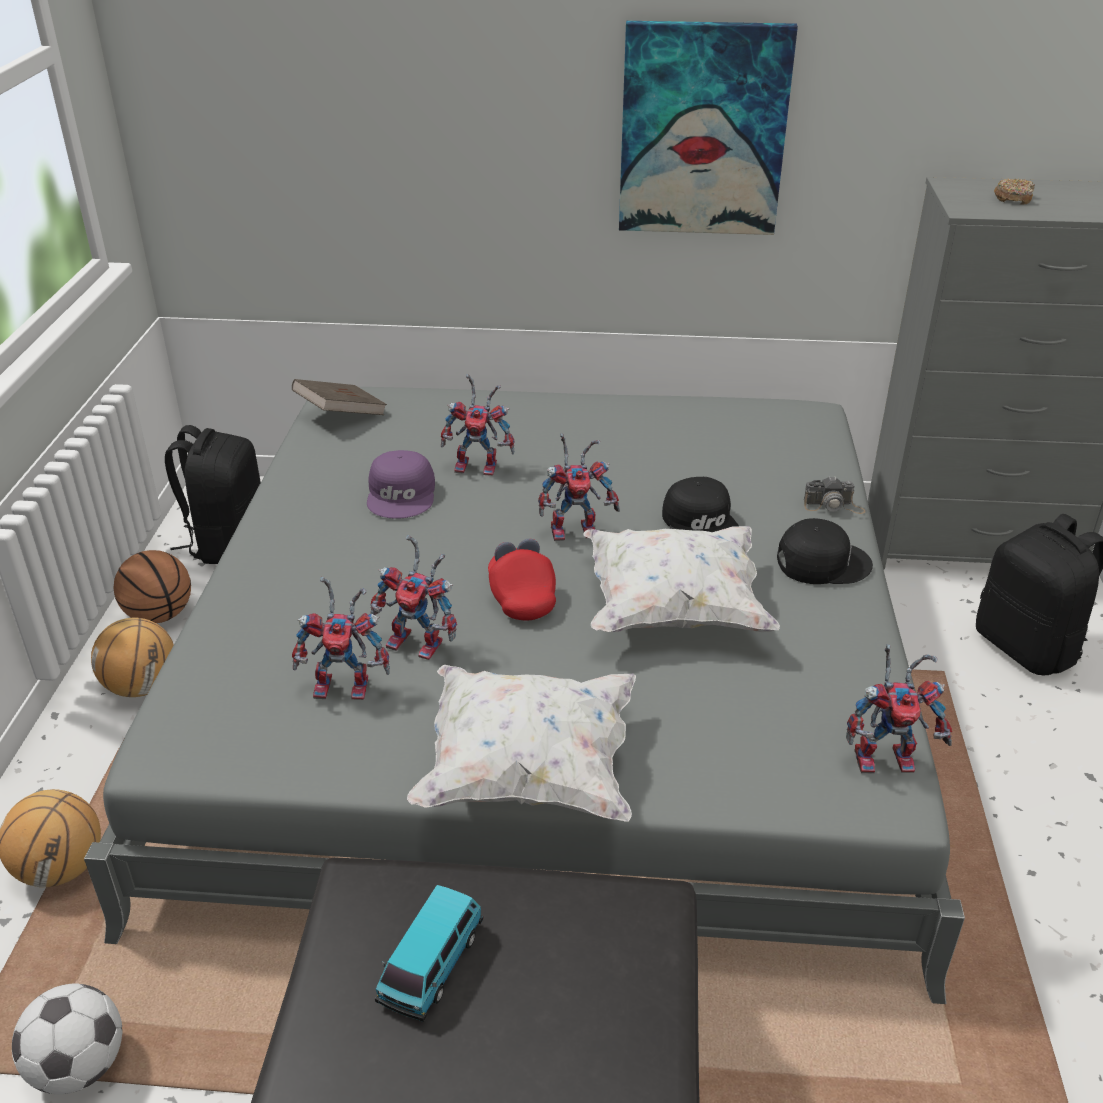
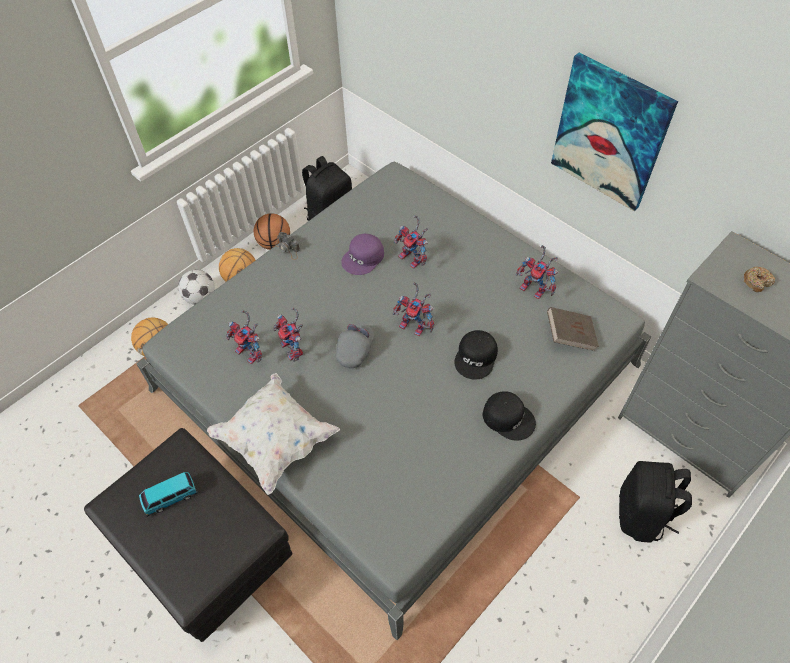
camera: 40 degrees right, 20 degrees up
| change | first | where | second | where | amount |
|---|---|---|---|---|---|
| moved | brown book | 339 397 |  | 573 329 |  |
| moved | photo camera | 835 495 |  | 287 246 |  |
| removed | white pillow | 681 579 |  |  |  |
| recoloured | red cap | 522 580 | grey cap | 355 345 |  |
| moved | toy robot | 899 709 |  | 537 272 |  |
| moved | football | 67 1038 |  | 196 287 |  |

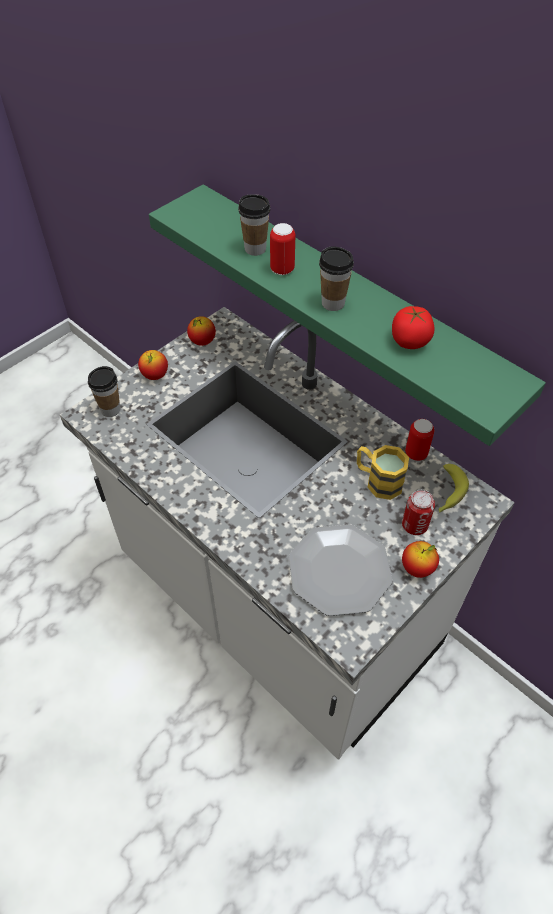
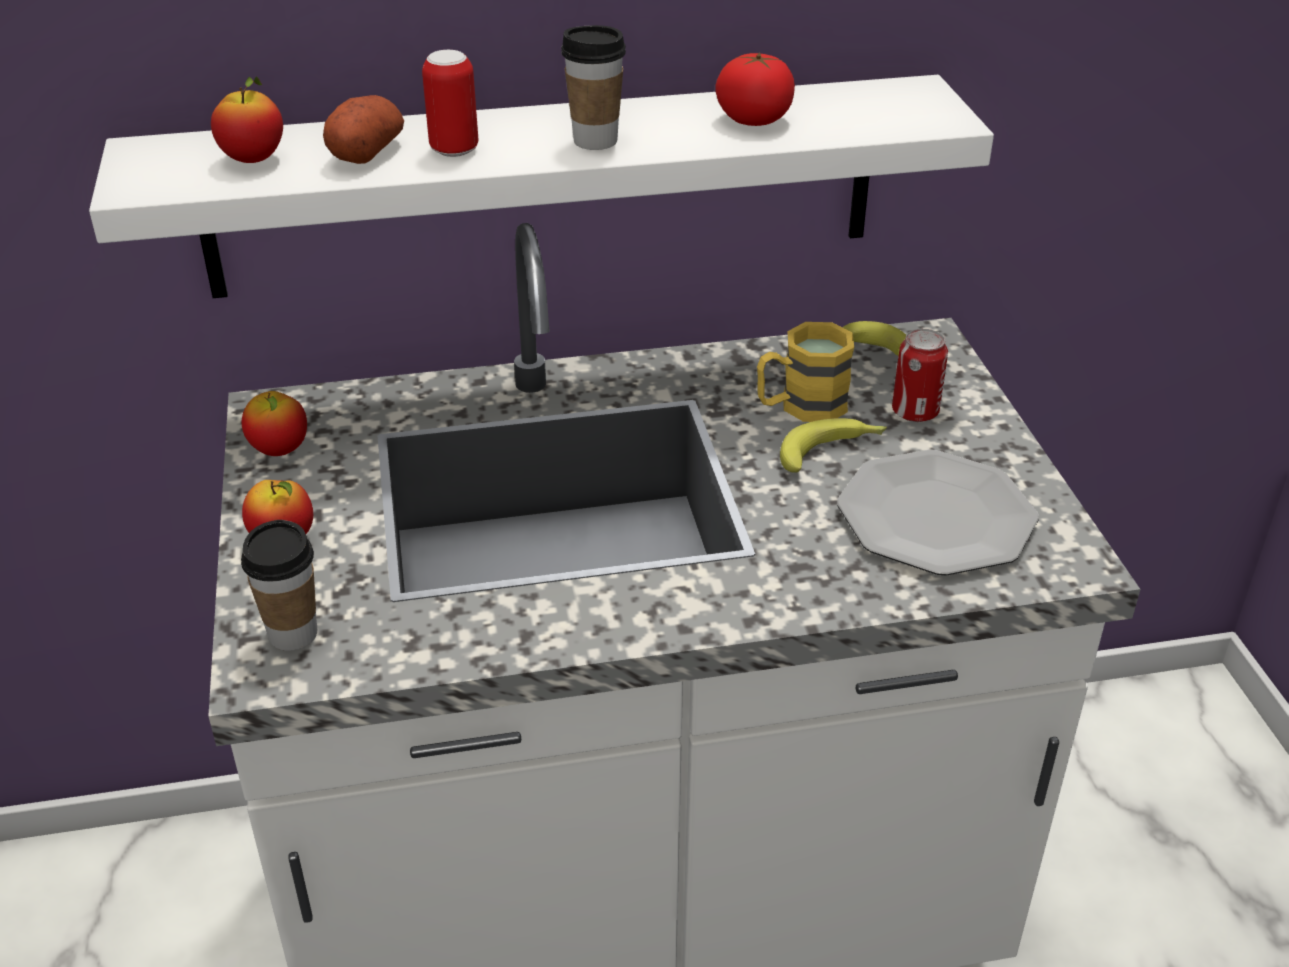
camera: 55 degrees left, 15 degrees down
| change | first | where | second | where | amount |
|---|---|---|---|---|---|
| recoloured | green shelf | 347 315 | white shelf | 541 186 |  |
| replaced | cup | 254 225 | potato | 363 129 |  |
| removed | can | 419 440 |  |  |  |
| moved | apple | 420 559 |  | 247 119 |  |
| added |  |  | banana | 833 445 |  |

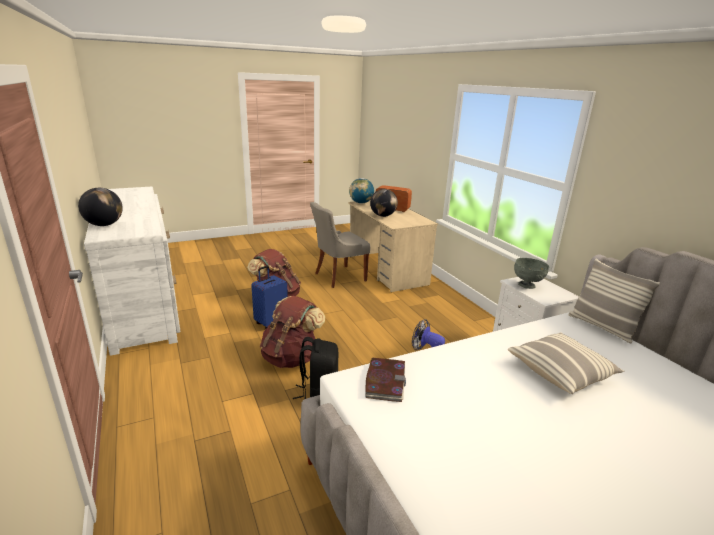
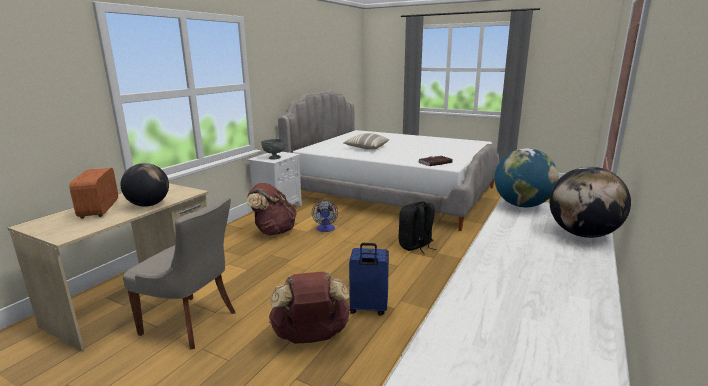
camera: 125 degrees left, 5 degrees down
| change | first | where | second | where | amount |
|---|---|---|---|---|---|
| moved | globe | 361 191 |  | 526 177 |  |
| removed | pillow | 614 301 |  |  |  |
| moved | brown backpack | 292 332 |  | 272 209 |  |

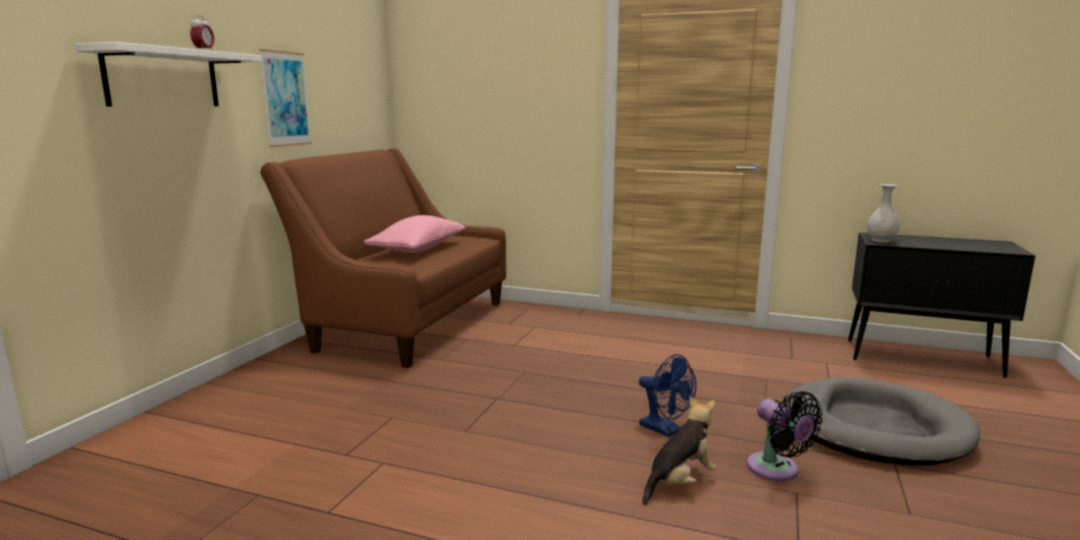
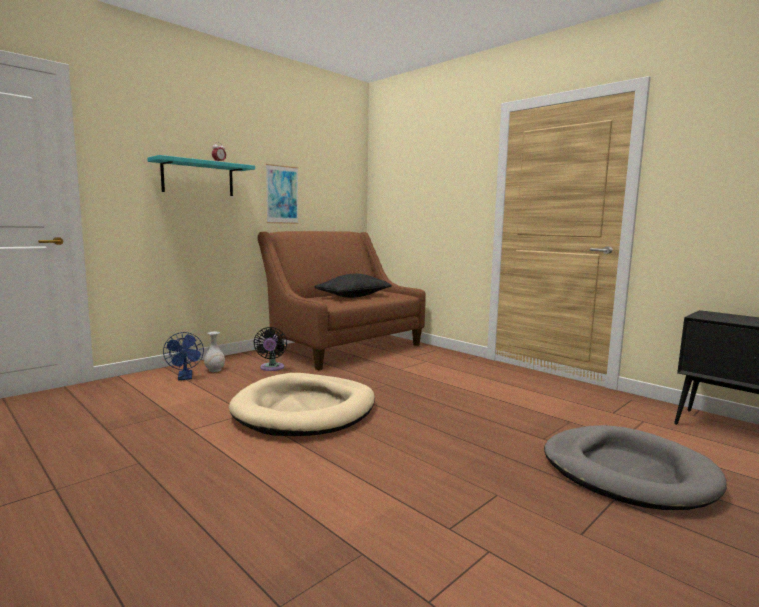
camera: 25 degrees right, 5 degrees down
| change | first | where | second | where | amount |
|---|---|---|---|---|---|
| recoloured | white shelf | 168 74 | turquoise shelf | 201 175 |  |
| moved | white vase | 883 213 |  | 214 352 |  |
| recoloured | pink pillow | 415 234 | black pillow | 353 285 |  |
| moved | blue fan | 667 395 |  | 183 356 |  |
| moved | black fan | 785 436 |  | 270 349 |  |
| removed | plush toy | 679 450 |  |  |  |
| added |  |  | beige dog bed | 302 404 |  |

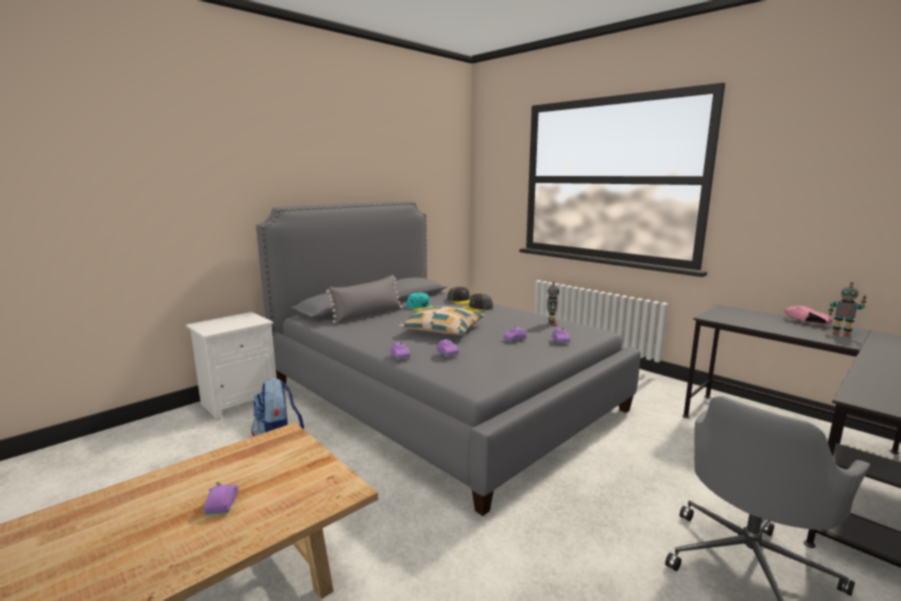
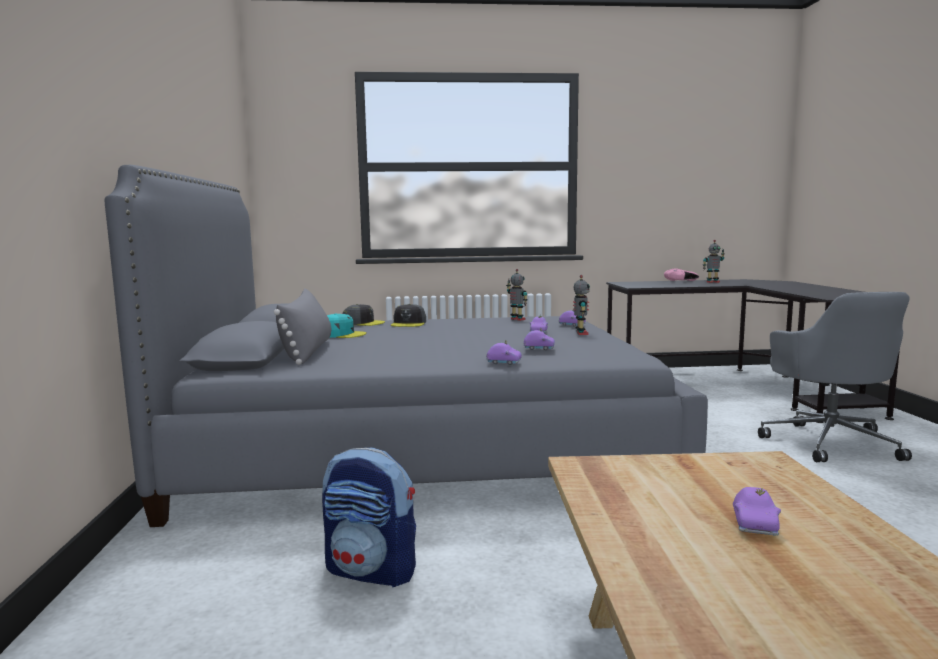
camera: 50 degrees left, 5 degrees down
| change | first | where | second | where | amount |
|---|---|---|---|---|---|
| removed | pillow | 441 320 |  |  |  |
| removed | white nightstand | 231 366 |  |  |  |
| turned | purple toy car | 221 498 |  | 757 511 | 105 degrees counterclockwise |
| added |  |  | toy robot | 581 305 |  |

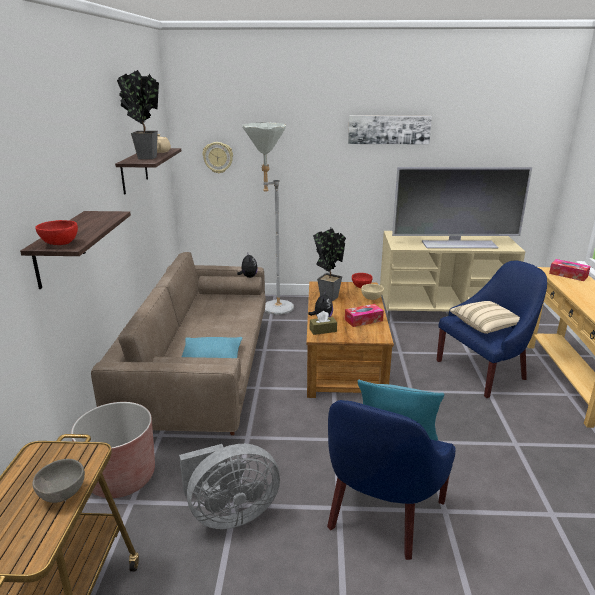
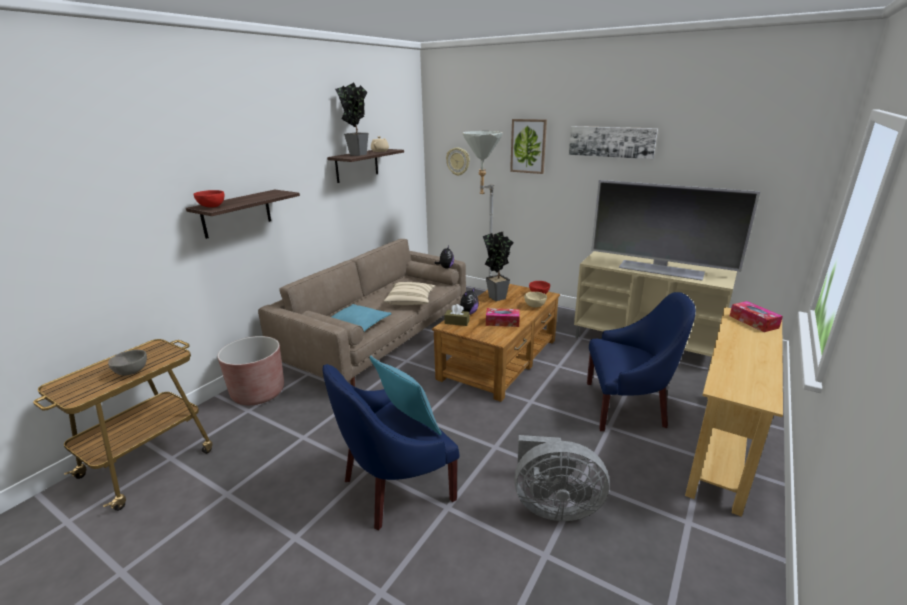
camera: 30 degrees right, 0 degrees up
| change | first | where | second | where | amount |
|---|---|---|---|---|---|
| moved | beige pillow | 485 317 |  | 409 293 |  |
| moved | grey fan | 229 486 |  | 561 478 |  |
| added |  |  | picture | 528 146 |  |

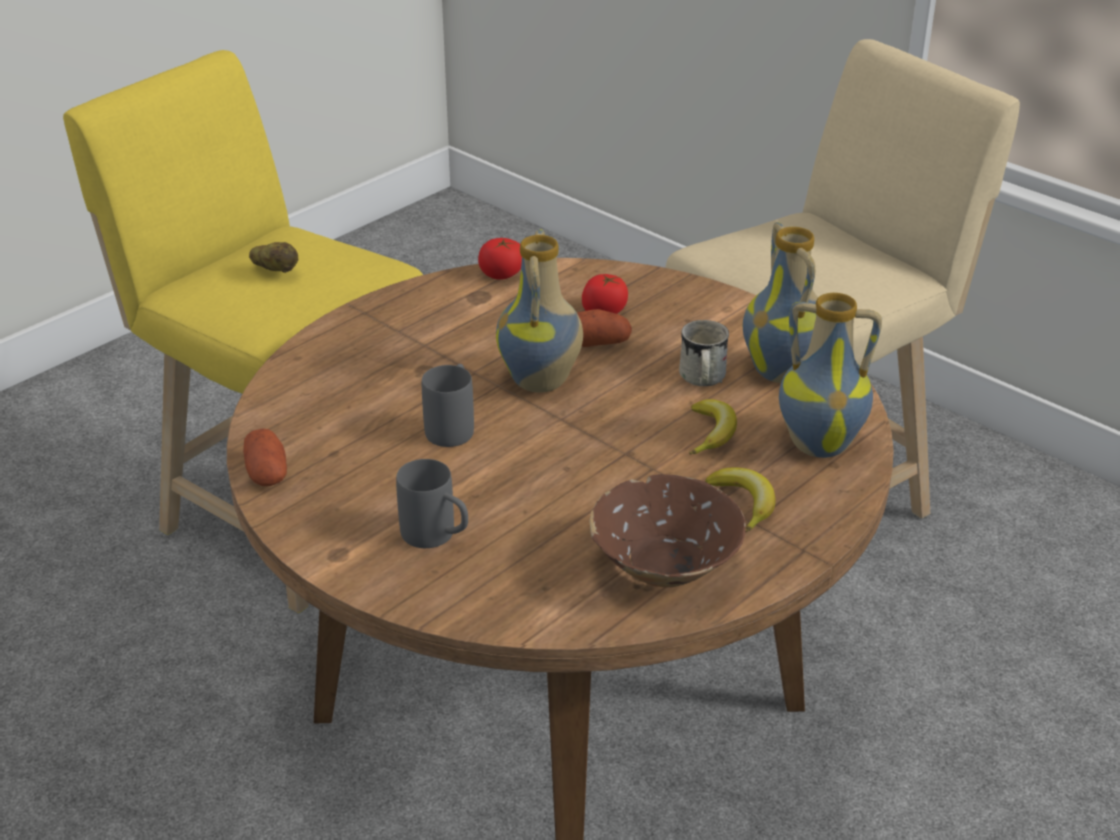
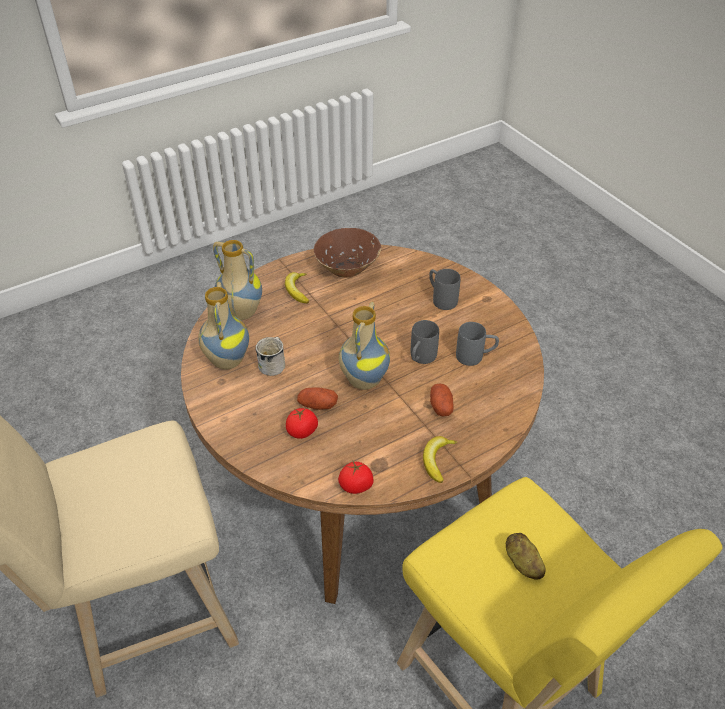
camera: 165 degrees left, 10 degrees up
| change | first | where | second | where | amount |
|---|---|---|---|---|---|
| moved | banana | 713 427 |  | 440 459 |  |
| moved | potato | 265 457 |  | 442 400 |  |
| added |  |  | grey mug | 477 344 |  |

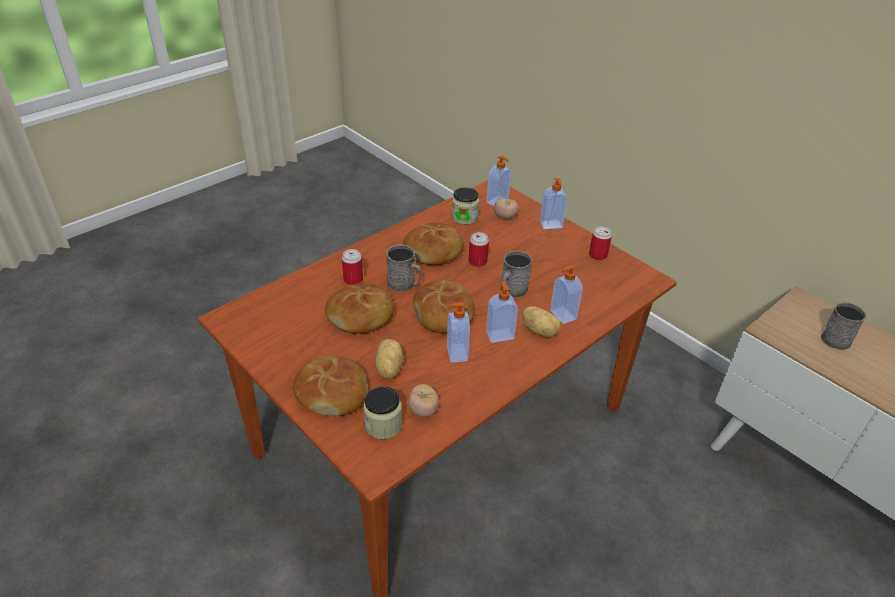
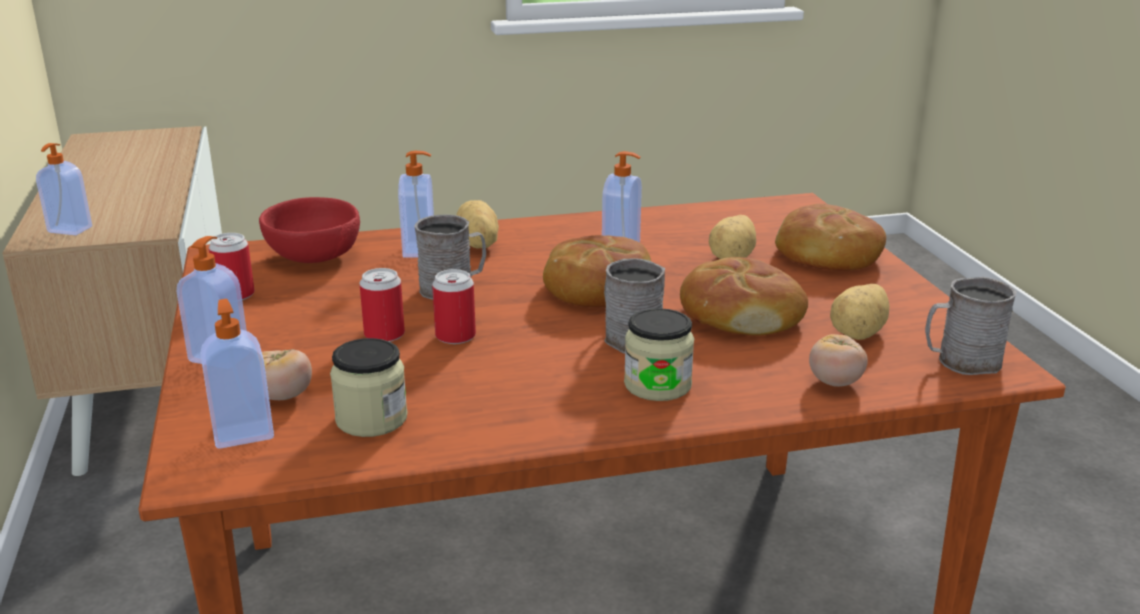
camera: 150 degrees left, 15 degrees down
| change | first | where | second | where | amount |
|---|---|---|---|---|---|
| removed | bread | 433 244 |  |  |  |
| moved | can | 352 267 |  | 382 305 |  |
| moved | soap dispenser | 502 312 |  | 64 189 |  |
| moved | grey mug | 843 326 |  | 971 326 |  |
| moved | tomato | 423 400 |  | 838 360 |  |
| moved | jar | 382 413 |  | 659 354 |  |
| added |  |  | red bowl | 309 230 |  |
| added |  |  | potato | 860 312 |  |

